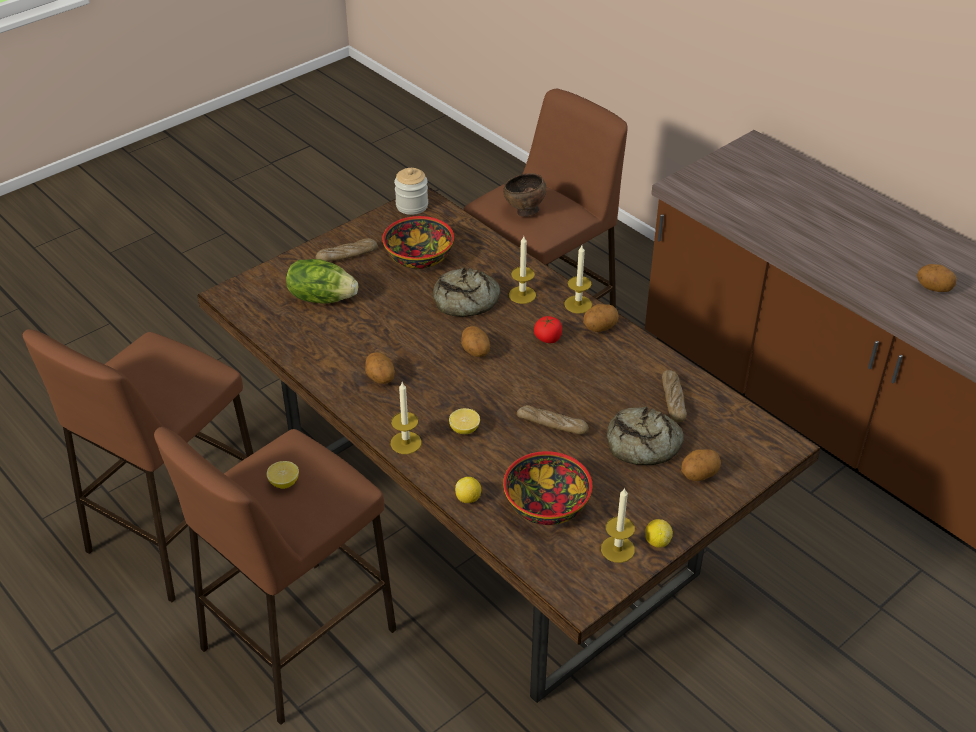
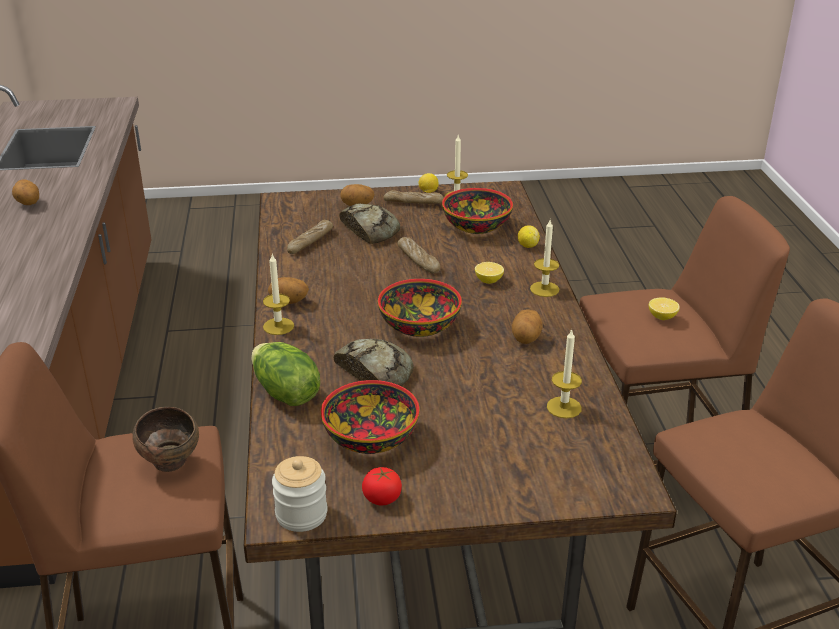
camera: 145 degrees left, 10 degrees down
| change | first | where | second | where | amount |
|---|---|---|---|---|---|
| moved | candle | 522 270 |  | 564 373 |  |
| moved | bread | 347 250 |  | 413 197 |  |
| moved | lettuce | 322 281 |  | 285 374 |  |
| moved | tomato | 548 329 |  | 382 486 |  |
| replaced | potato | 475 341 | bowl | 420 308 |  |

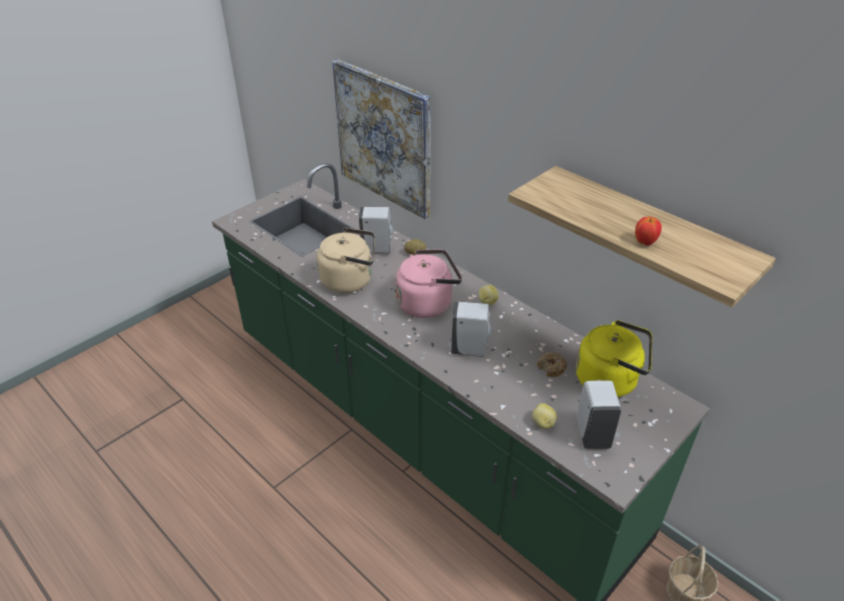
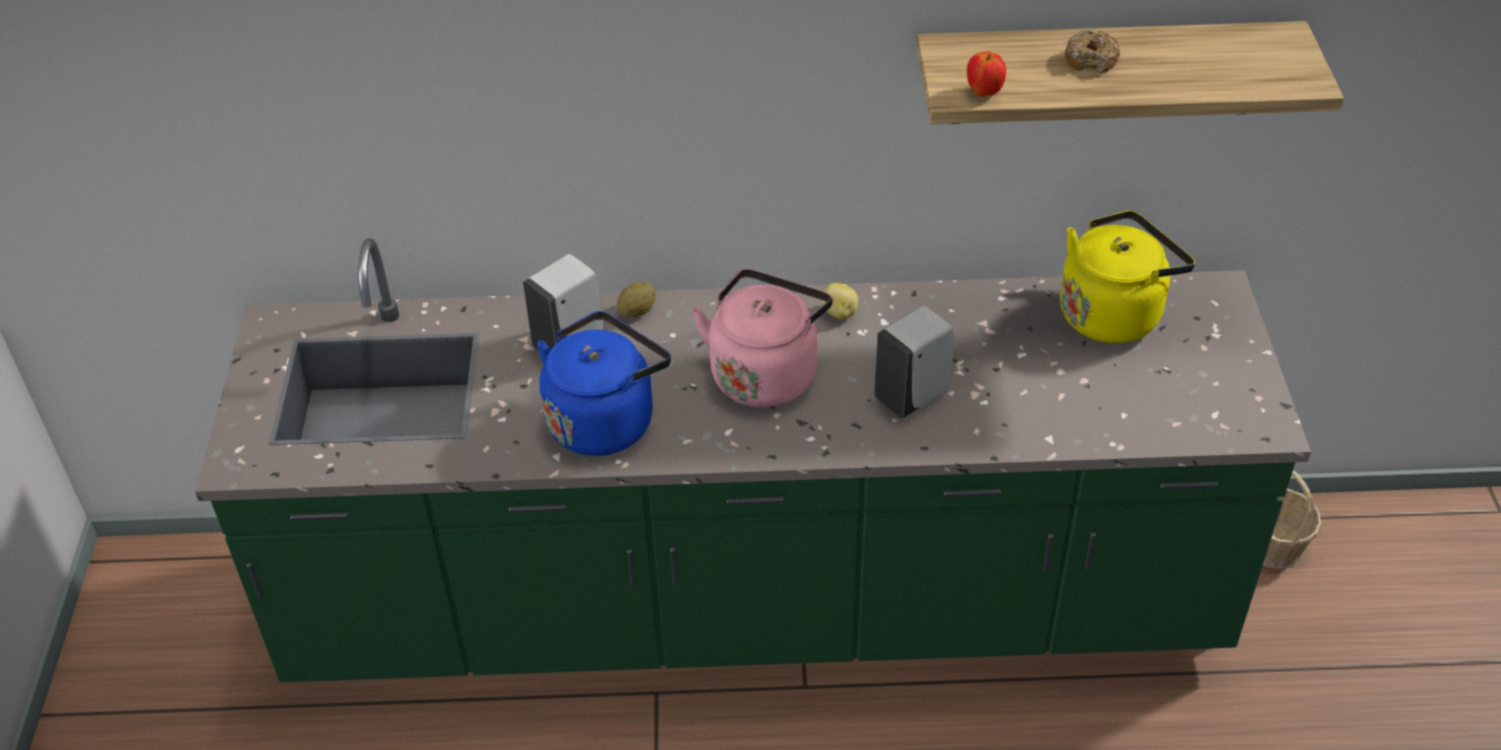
camera: 45 degrees left, 5 degrees up
| change | first | where | second | where | amount |
|---|---|---|---|---|---|
| removed | picture | 381 139 |  |  |  |
| moved | apple | 648 231 |  | 986 74 |  |
| recoloured | beige kettle | 346 260 | blue kettle | 604 383 |  |
| moved | donut | 552 364 |  | 1092 51 |  |
| removed | white soap dispenser | 599 414 |  |  |  |
| removed | potato | 544 416 |  |  |  |

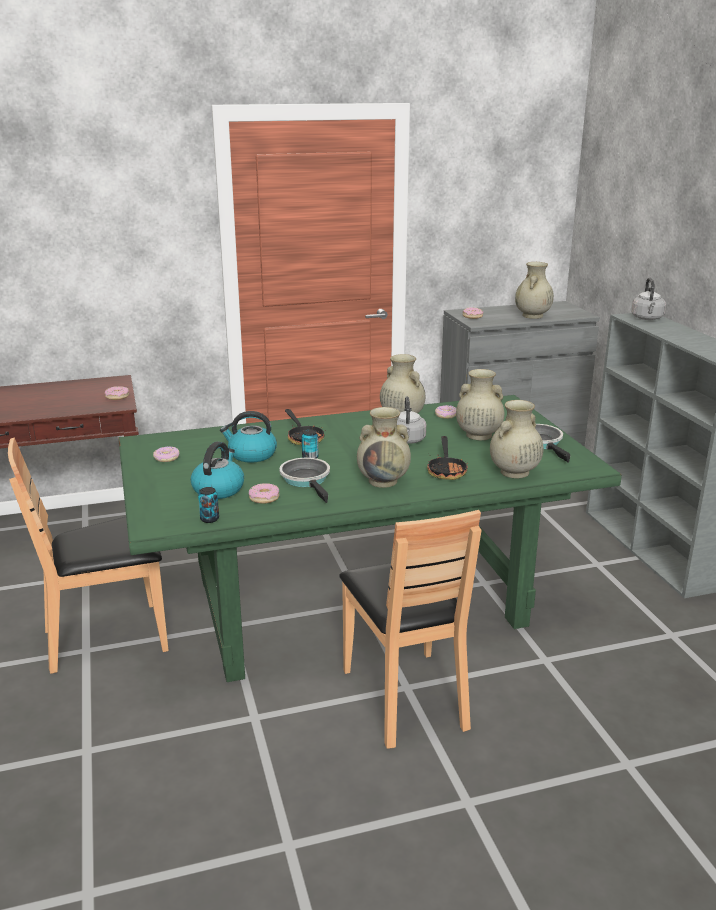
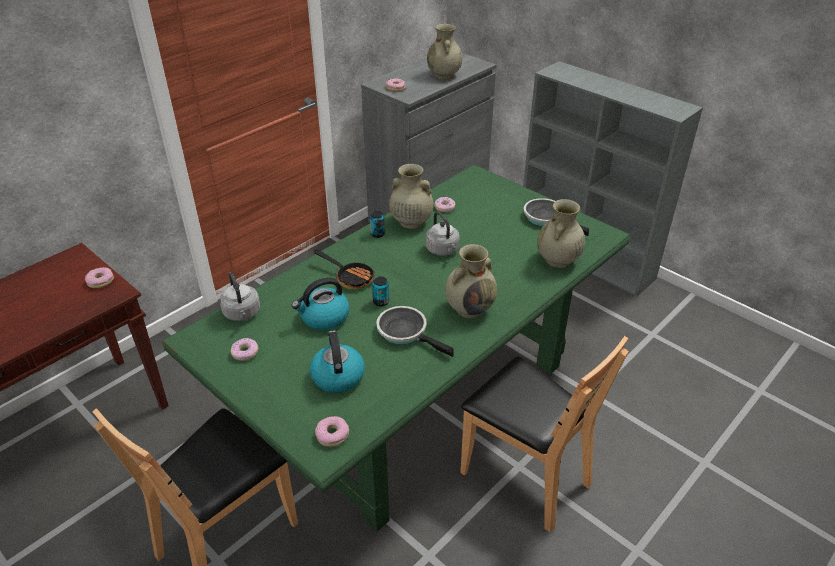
camera: 30 degrees left, 15 degrees up
| change | first | where | second | where | amount |
|---|---|---|---|---|---|
| moved | grey kettle | 648 299 |  | 240 296 |  |
| removed | beige vase | 480 404 |  |  |  |
| removed | frying pan | 447 458 |  |  |  |
| moved | donut | 264 493 |  | 332 431 |  |
| moved | can | 208 505 |  | 377 224 |  |

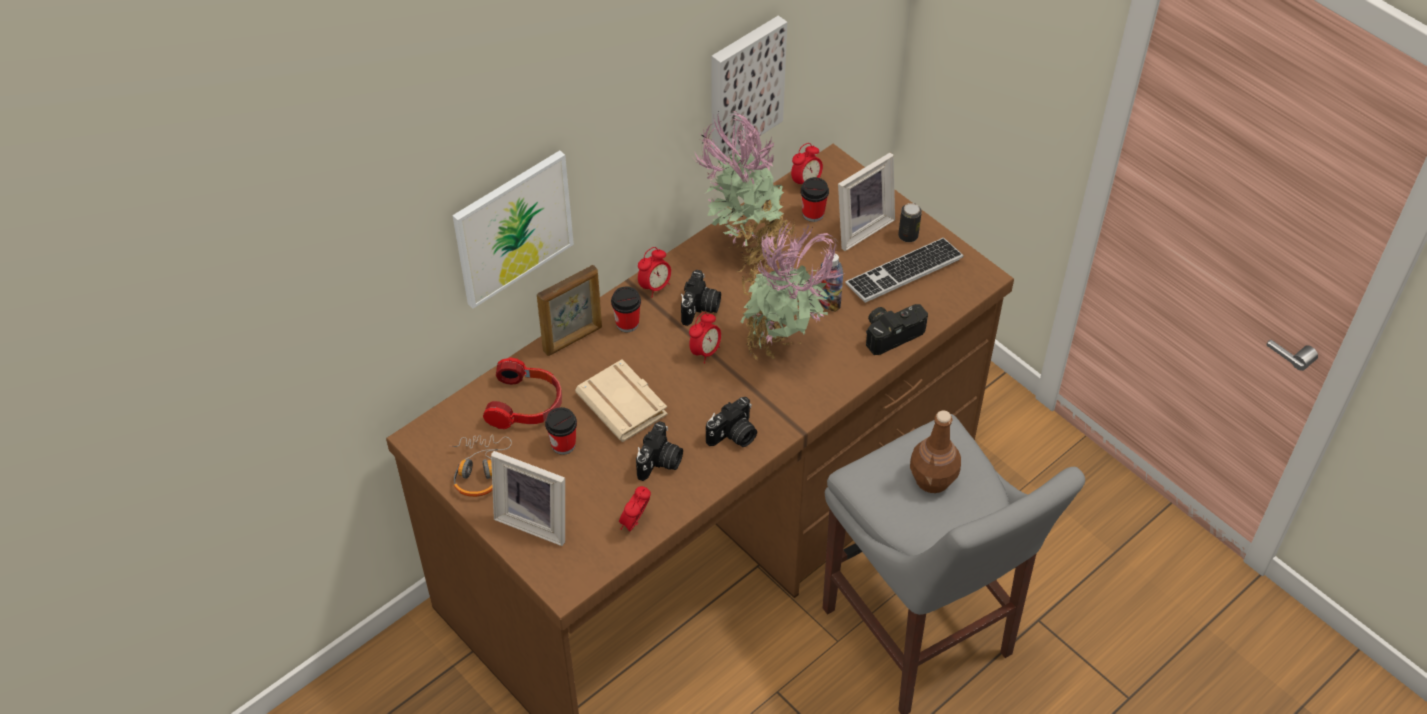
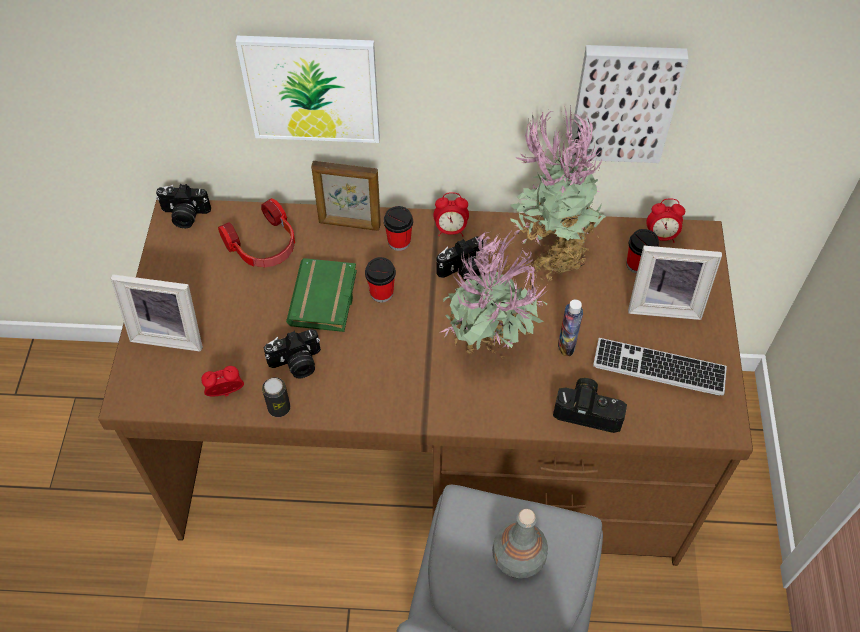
camera: 45 degrees right, 5 degrees up
| change | first | where | second | where | amount |
|---|---|---|---|---|---|
| moved | can | 910 222 |  | 276 397 |  |
| removed | alarm clock | 705 337 |  |  |  |
| recoloured | beige book | 621 400 | green book | 321 295 |  |
| moved | photo camera | 731 422 |  | 183 206 |  |
| moved | cup | 561 431 |  | 380 280 |  |
| recoloured | brown bottle | 935 451 | grey bottle | 520 543 |  |
| removed | headphones | 480 465 |  |  |  |
| turned | picture frame | 528 498 |  | 157 312 | 60 degrees counterclockwise |

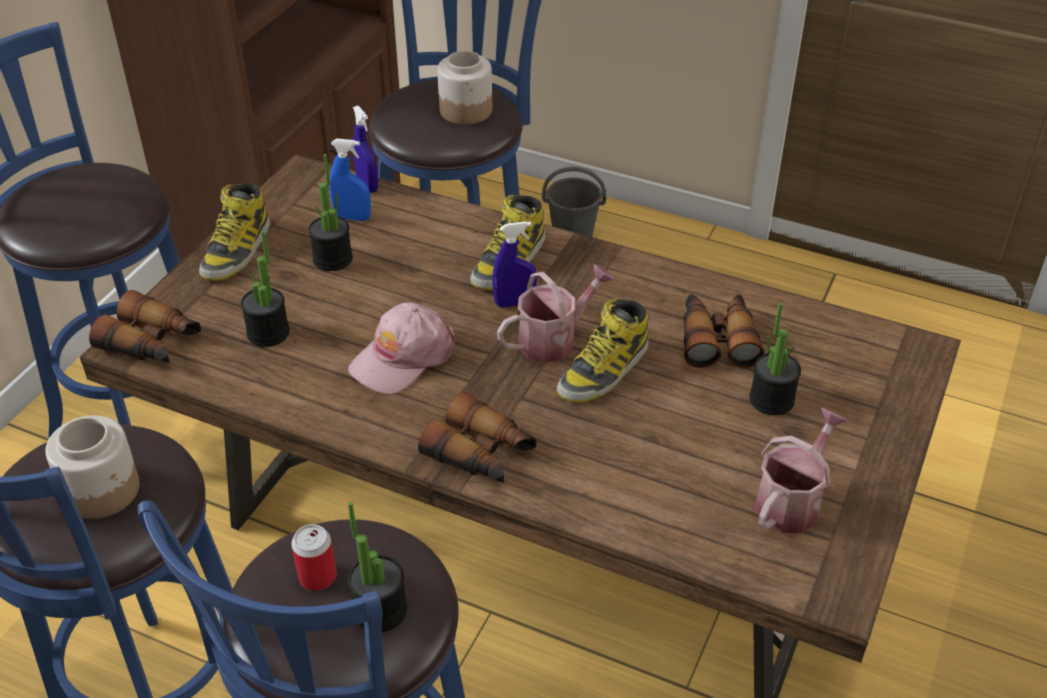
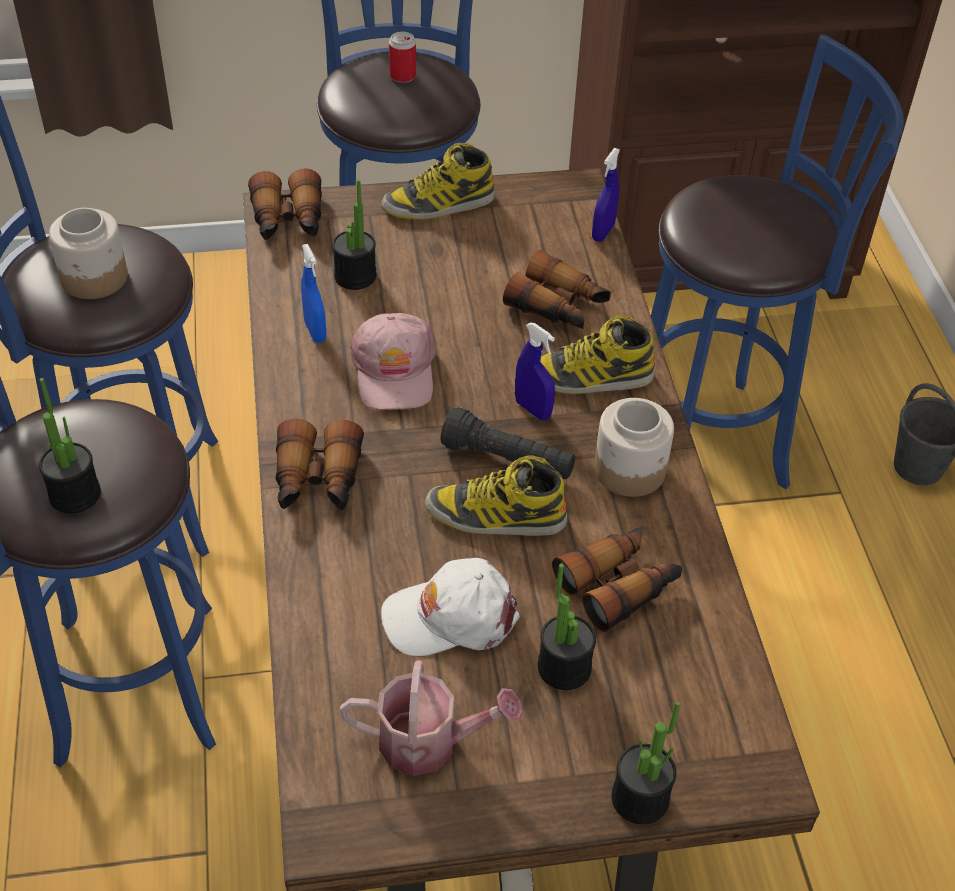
camera: 55 degrees right, 5 degrees up
| change | first | where | second | where | amount |
|---|---|---|---|---|---|
| moved | jar | 464 88 |  | 634 447 |  |
| moved | blue spray bottle | 350 179 |  | 313 293 |  |
| moved | potted plant | 330 212 |  | 645 762 |  |
| replaced | watering can | 556 313 | black flashlight | 507 443 |  |
| turned | pink cap | 401 348 |  | 393 361 | 105 degrees counterclockwise |
| moved | can | 313 557 |  | 402 57 |  |
| added |  |  | binoculars | 557 289 |  |
| added |  |  | white cap | 450 607 |  |

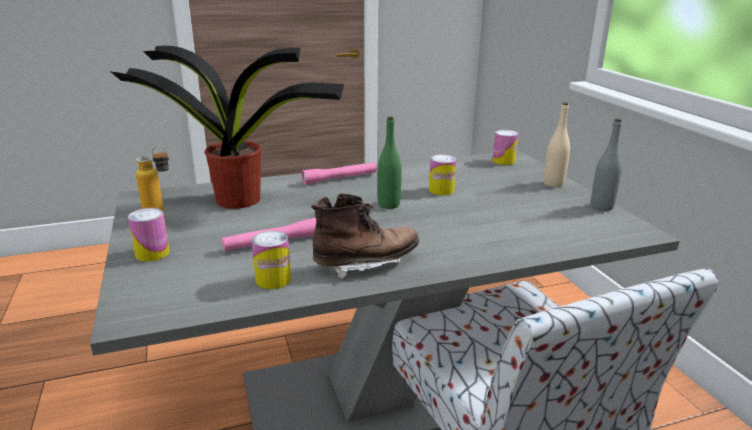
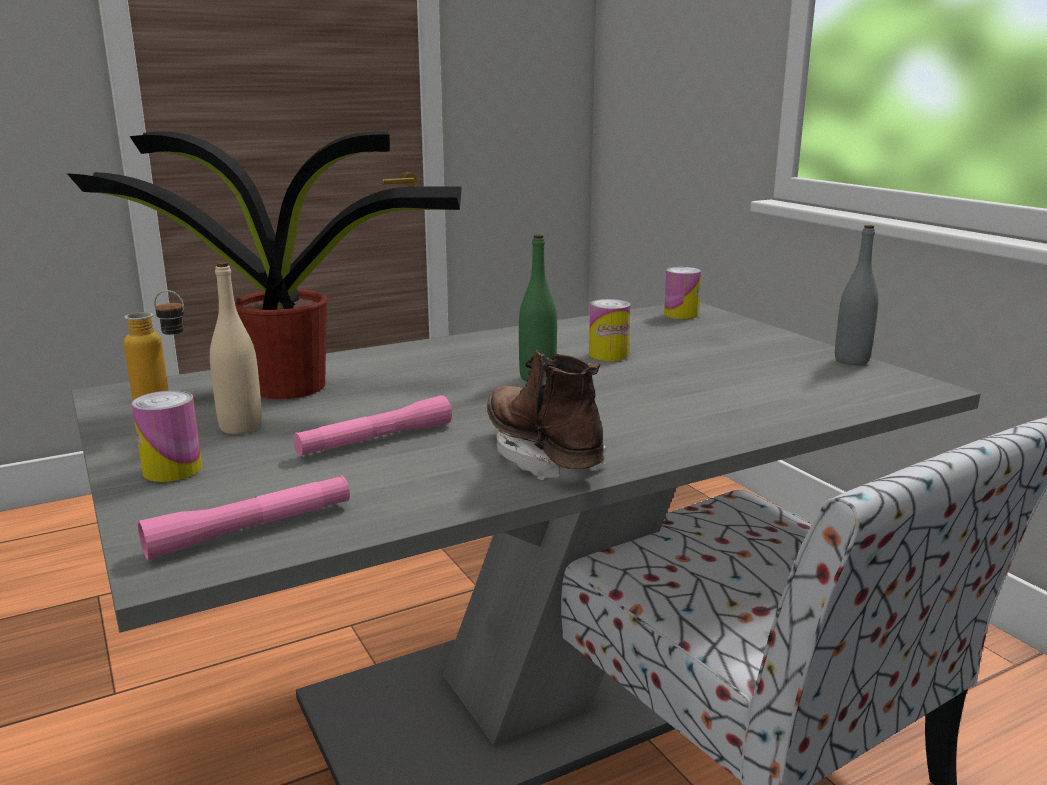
camera: 10 degrees left, 5 degrees down
| change | first | where | second | where | amount |
|---|---|---|---|---|---|
| moved | beige bottle | 557 144 |  | 236 348 |  |
| moved | pink flashlight | 339 173 |  | 244 517 |  |
| turned | brown boot | 365 236 |  | 547 414 | 90 degrees counterclockwise |
| removed | can | 271 259 |  |  |  |

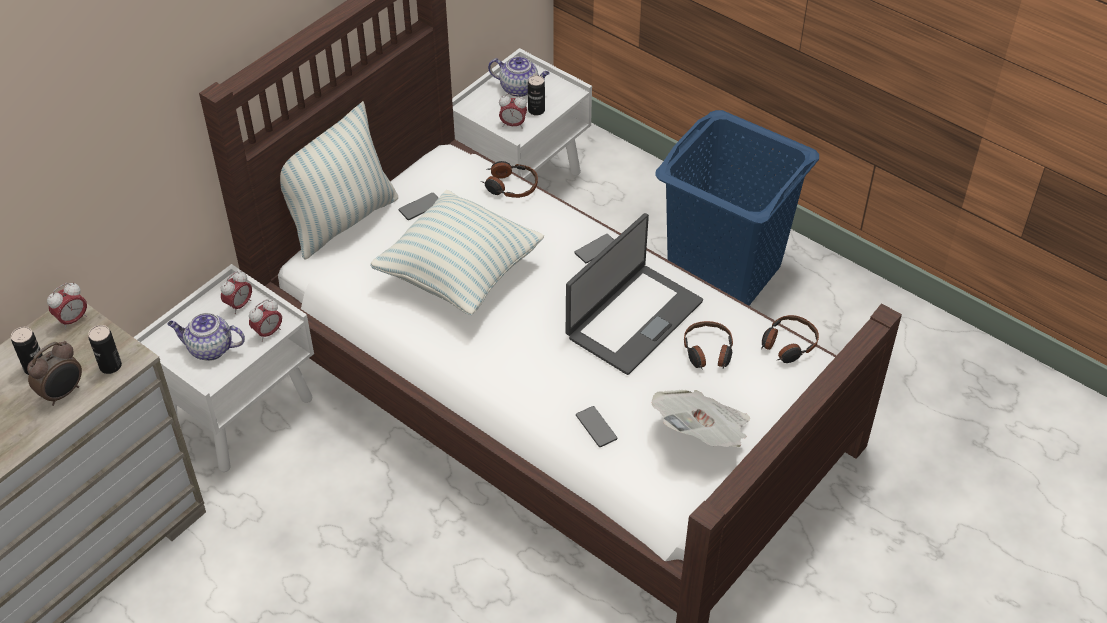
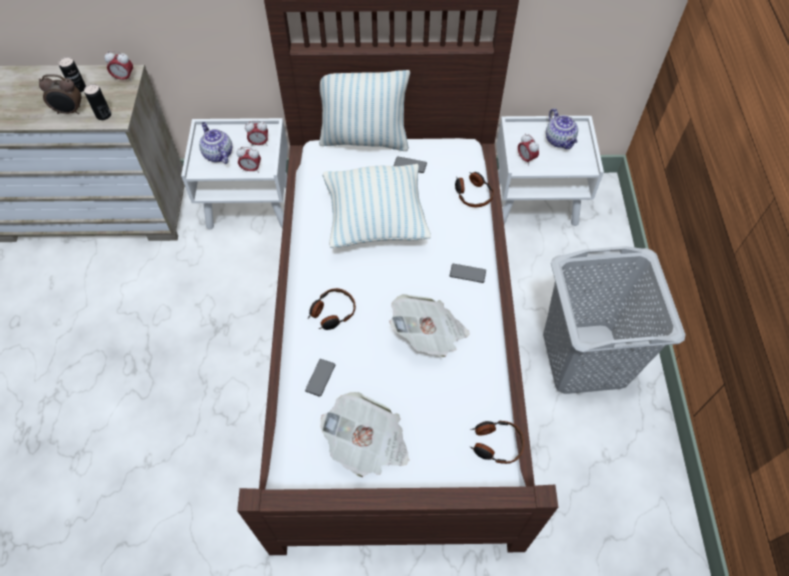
camera: 50 degrees right, 10 degrees up
| change | first | where | second | where | amount |
|---|---|---|---|---|---|
| removed | can | 536 95 |  |  |  |
| recoloured | blue laundry basket | 737 208 | grey laundry basket | 614 320 |  |
| replaced | laptop | 634 294 | newspaper | 429 325 |  |
| moved | headphones | 708 345 |  | 332 309 |  |

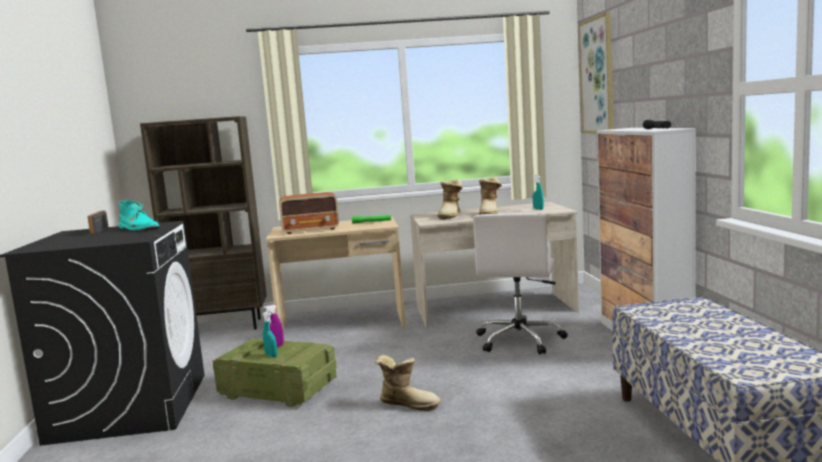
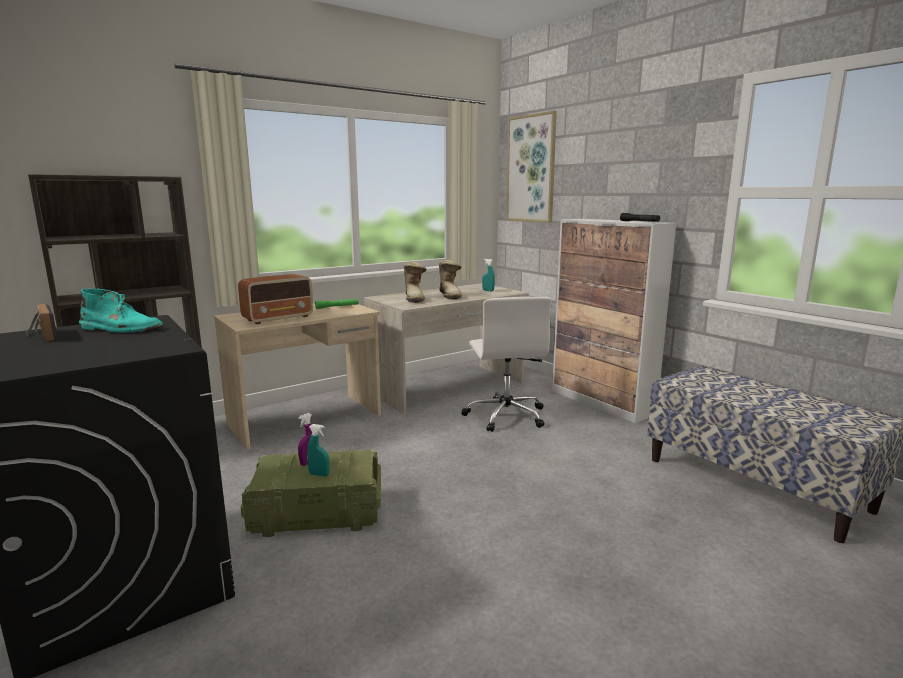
camera: 30 degrees left, 5 degrees up
| change | first | where | second | where | amount |
|---|---|---|---|---|---|
| removed | boot | 408 383 |  |  |  |

